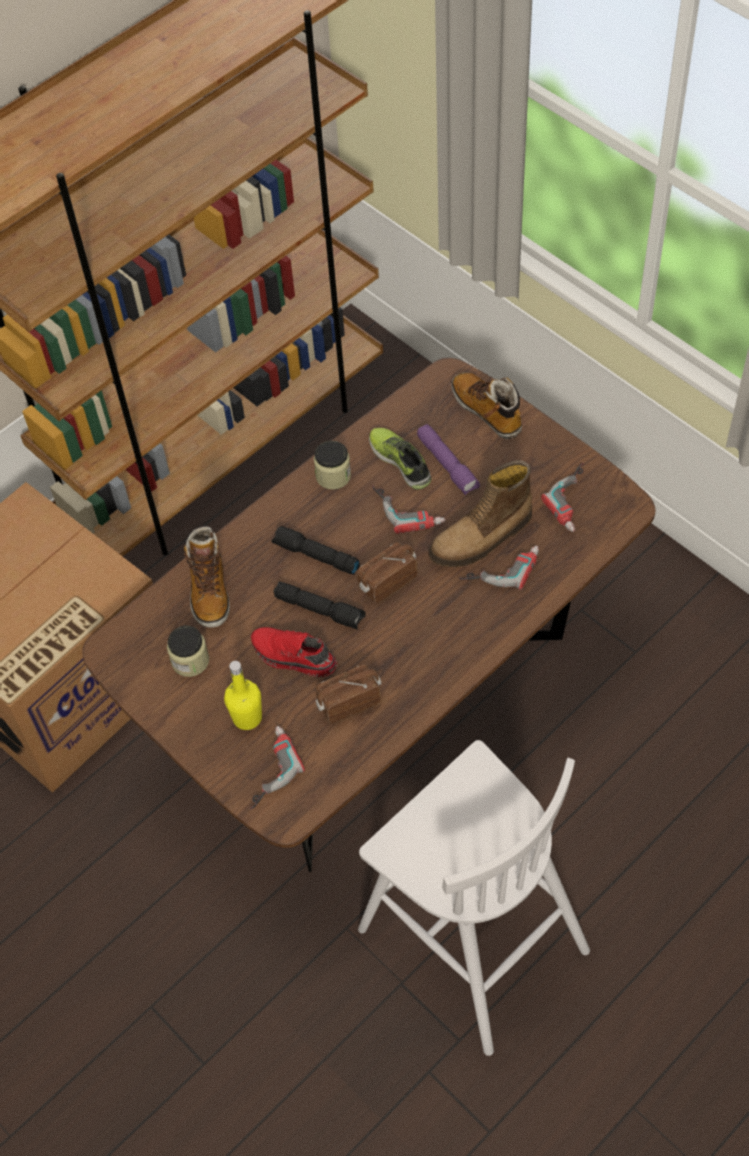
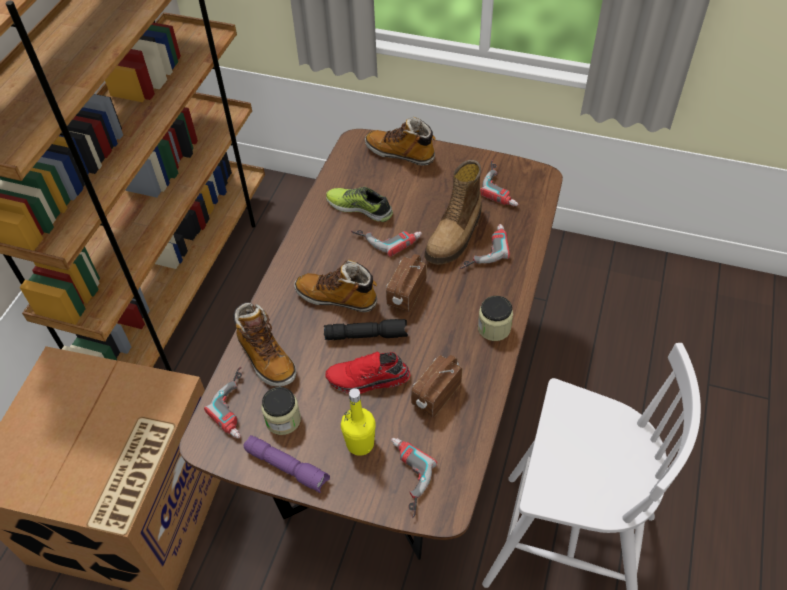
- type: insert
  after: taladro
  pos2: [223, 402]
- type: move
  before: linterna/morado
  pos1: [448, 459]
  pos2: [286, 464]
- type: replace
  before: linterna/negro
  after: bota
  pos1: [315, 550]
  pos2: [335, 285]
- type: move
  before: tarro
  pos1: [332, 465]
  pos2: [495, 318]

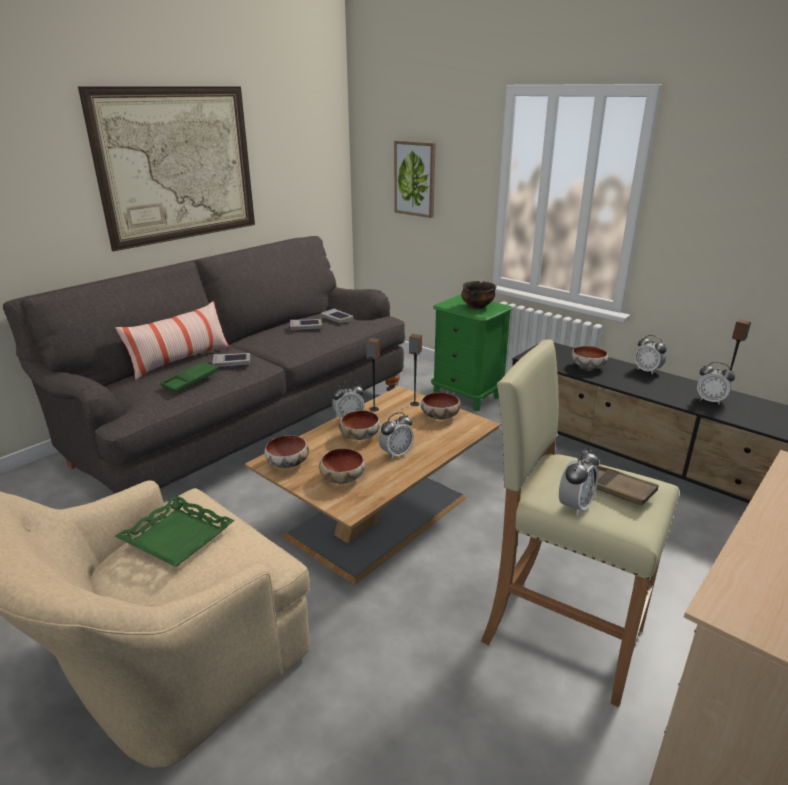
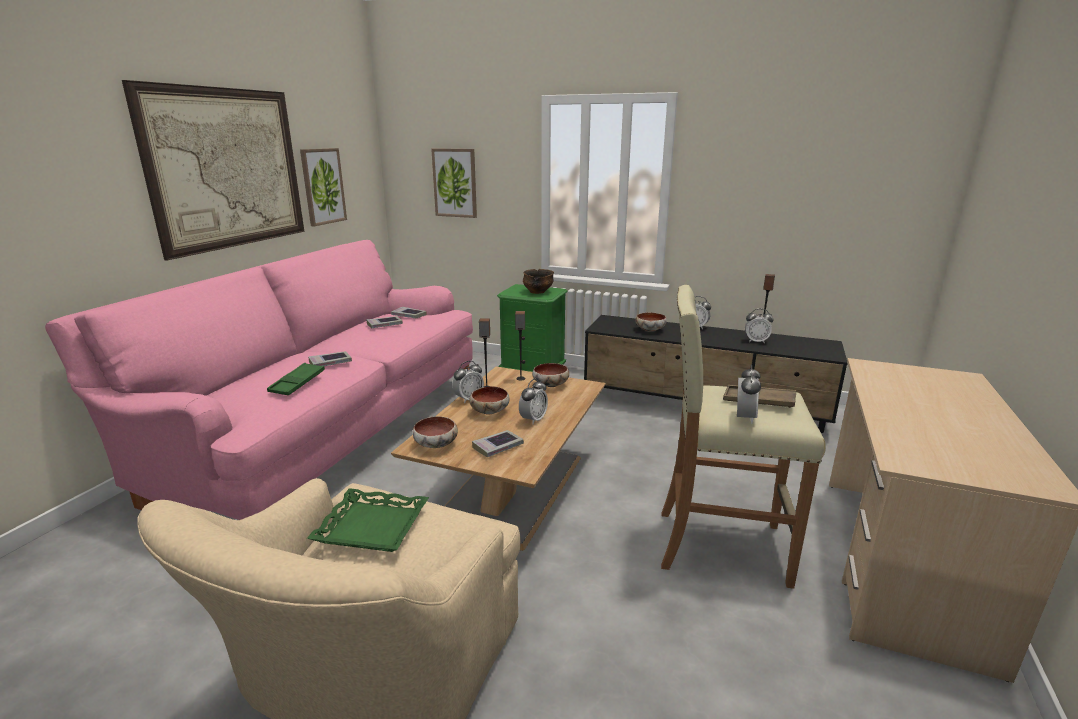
- type: recolor
  before: sofá/gris
  after: sofá/rosa
  pos1: [204, 365]
  pos2: [259, 380]
- type: insert
  after: cuadro
  pos2: [323, 187]
- type: replace
  before: cuenco
  after: libro
  pos1: [342, 466]
  pos2: [498, 443]
- type: delete
  before: cojín
  pos1: [172, 340]

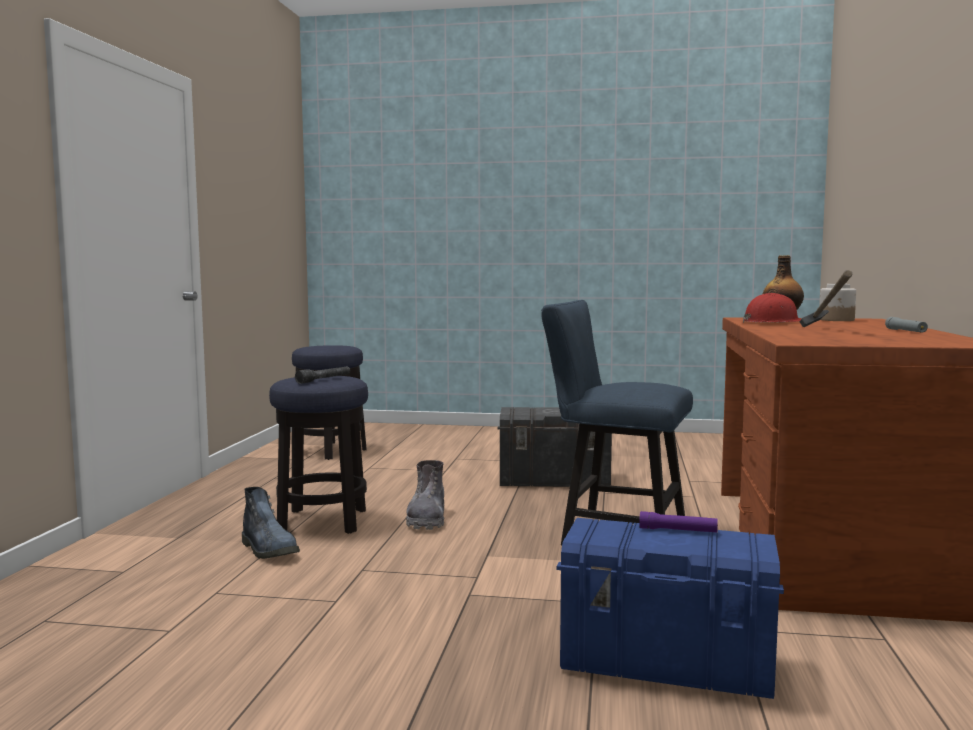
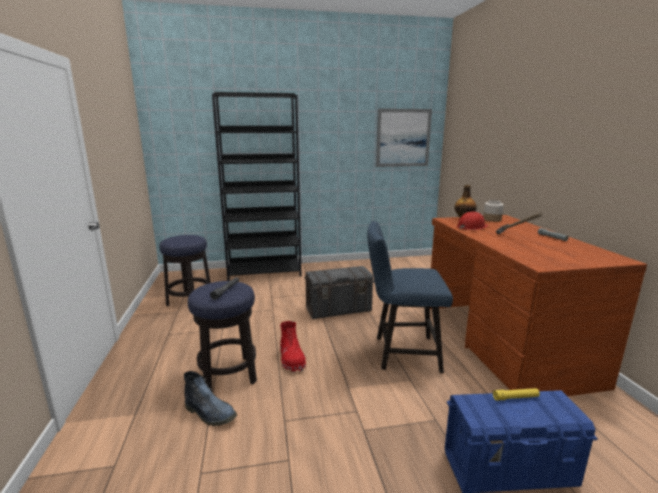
- type: insert
  after: estantería/negro
  pos2: [256, 186]
- type: recolor
  before: bota/gris
  after: bota/rojo
  pos1: [425, 495]
  pos2: [293, 346]
- type: insert
  after: cuadro
  pos2: [404, 137]
- type: recolor
  before: linterna/morado
  after: linterna/amarillo
  pos1: [678, 521]
  pos2: [516, 394]

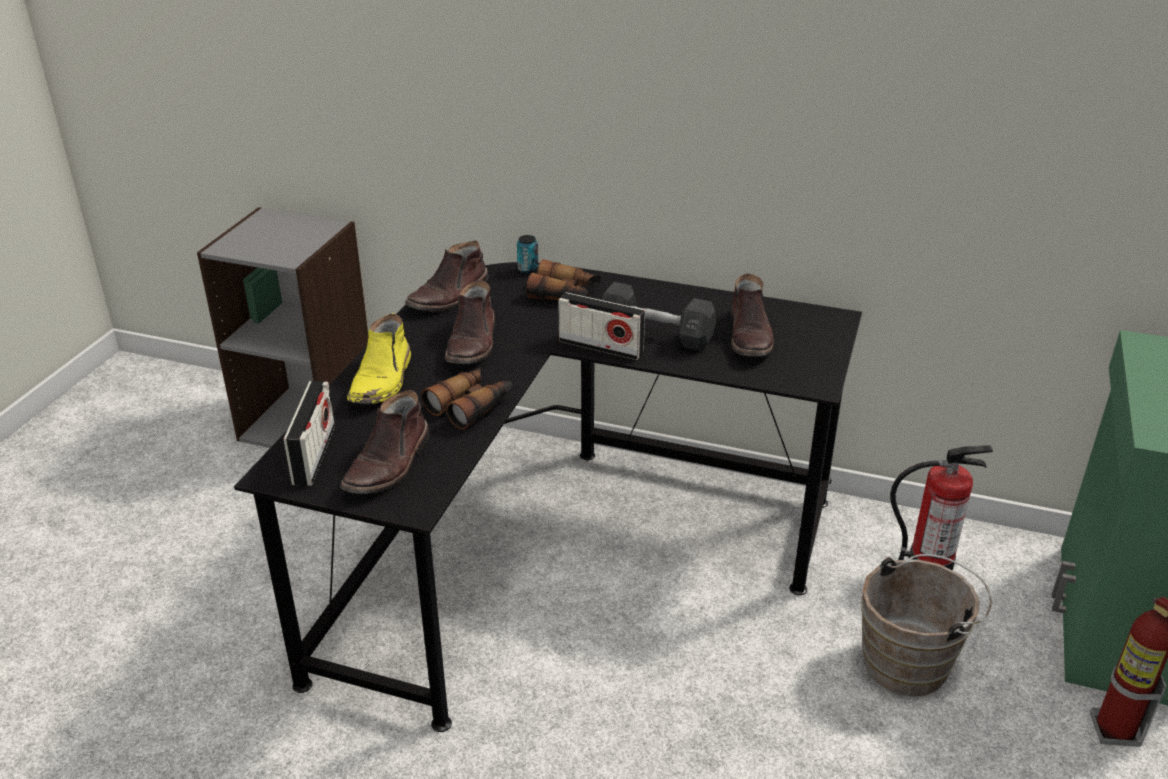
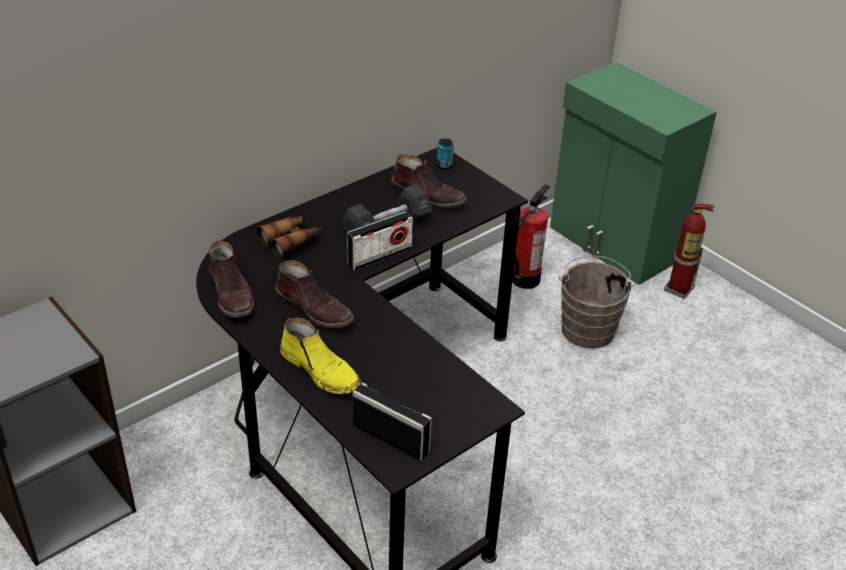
- type: move
  before: lata
  pos1: [527, 255]
  pos2: [445, 154]
- type: delete
  before: bota/marrón
  pos1: [384, 442]
- type: delete
  before: prismáticos
  pos1: [466, 398]

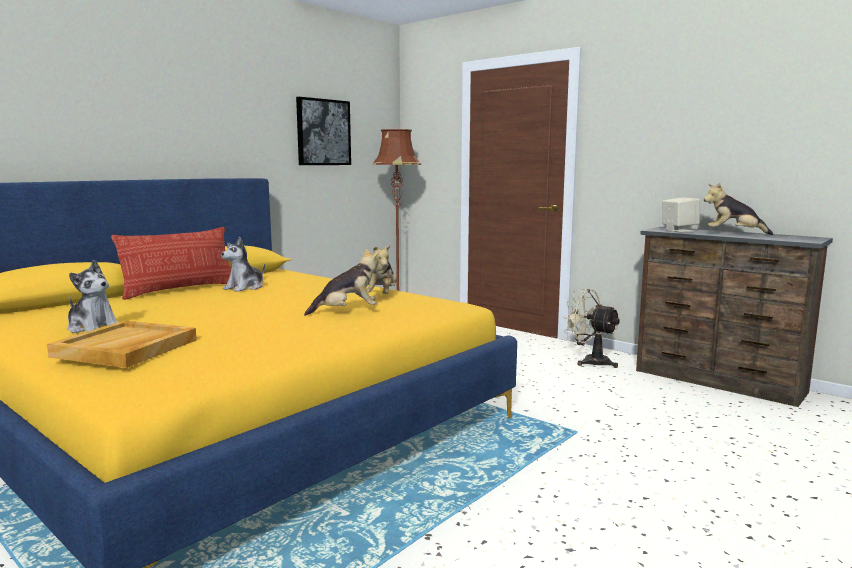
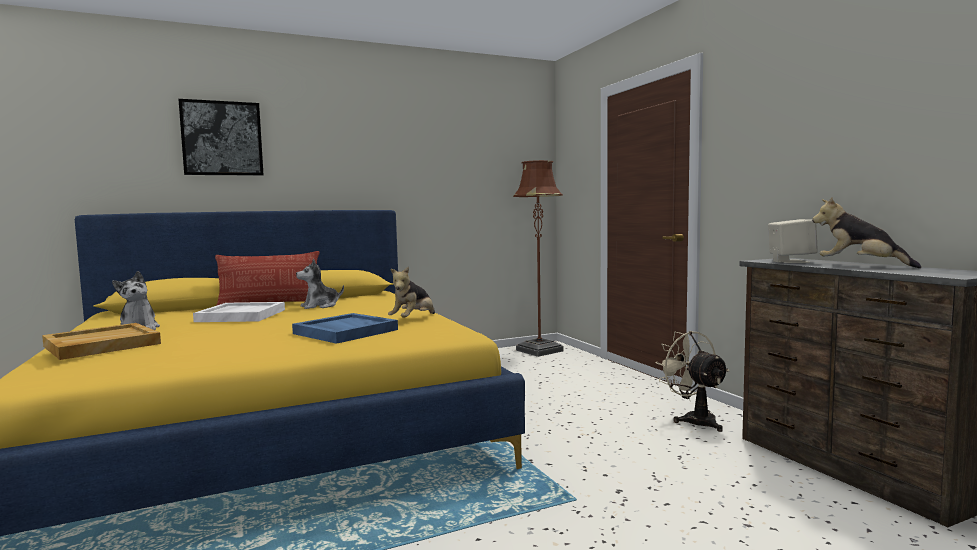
- type: move
  before: cuadro
  pos1: [323, 131]
  pos2: [221, 137]
- type: insert
  after: bandeja/blanco
  pos2: [239, 312]
- type: replace
  before: peluche
  after: bandeja/azul
  pos1: [343, 282]
  pos2: [345, 328]

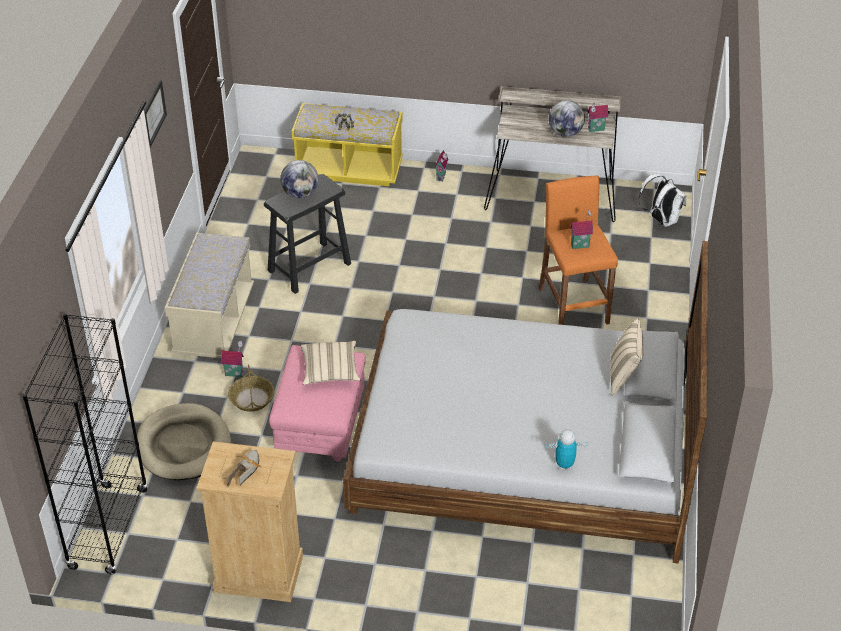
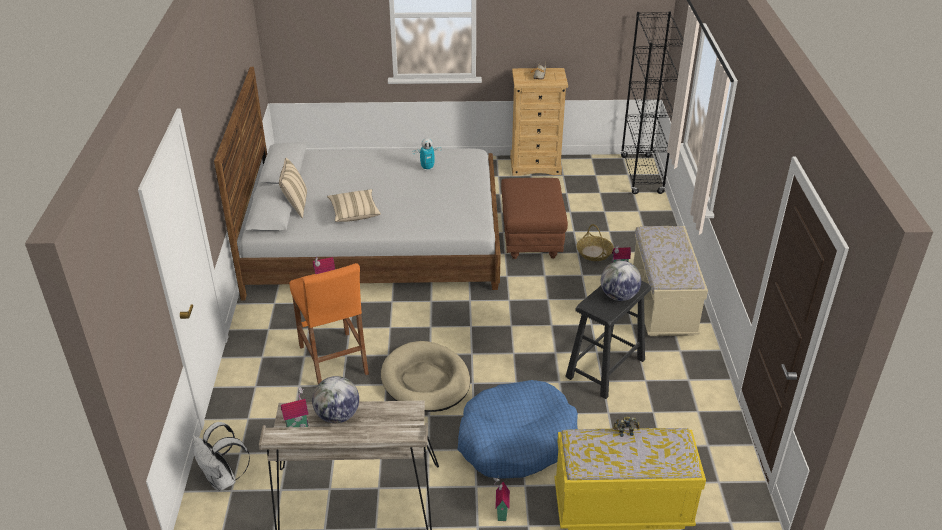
- type: move
  before: cojín/beis
  pos1: [330, 363]
  pos2: [354, 205]
- type: move
  before: cama para perro/beis
  pos1: [184, 441]
  pos2: [425, 376]
- type: move
  before: robot de juguete
  pos1: [567, 449]
  pos2: [428, 154]
- type: insert
  after: cama para perro/azul
  pos2: [518, 429]
- type: recolor
  before: puf/rosa
  after: puf/marrón
  pos1: [317, 403]
  pos2: [534, 218]
- type: delete
  before: cuadro
  pos1: [155, 114]

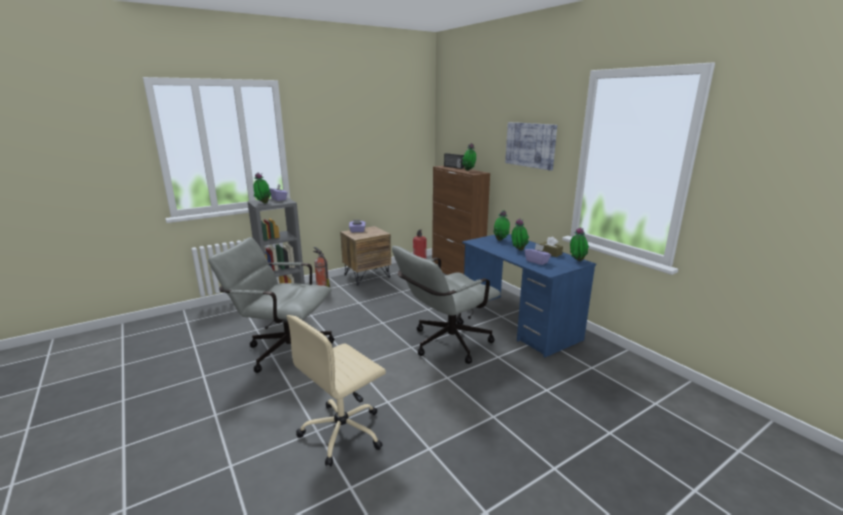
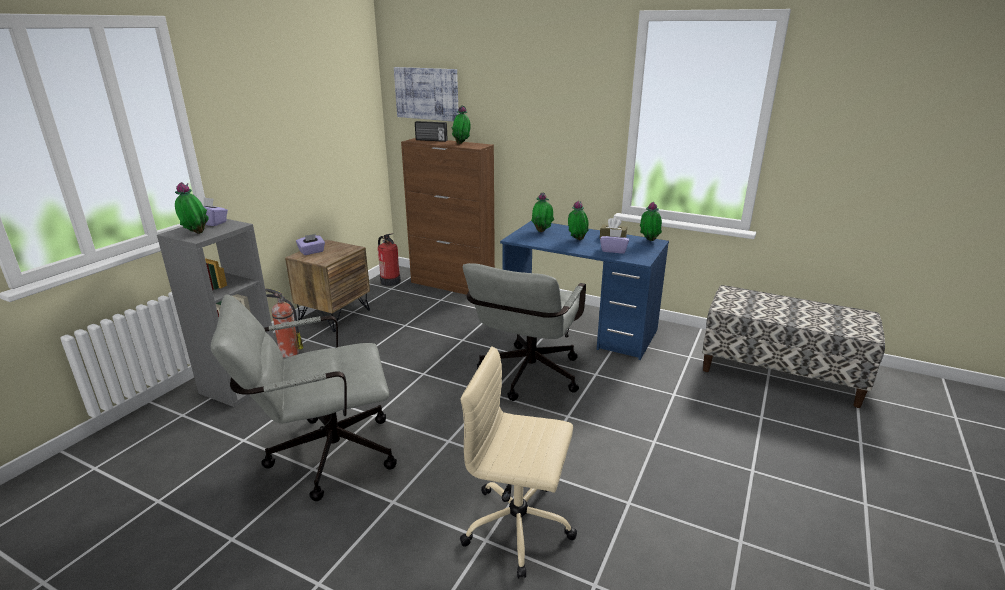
- type: move
  before: cuadro
  pos1: [531, 146]
  pos2: [426, 94]
- type: rotate
  before: silla de oficina/beis
  pos1: [336, 390]
  pos2: [518, 462]
  turn: 90
- type: insert
  after: banco
  pos2: [793, 346]

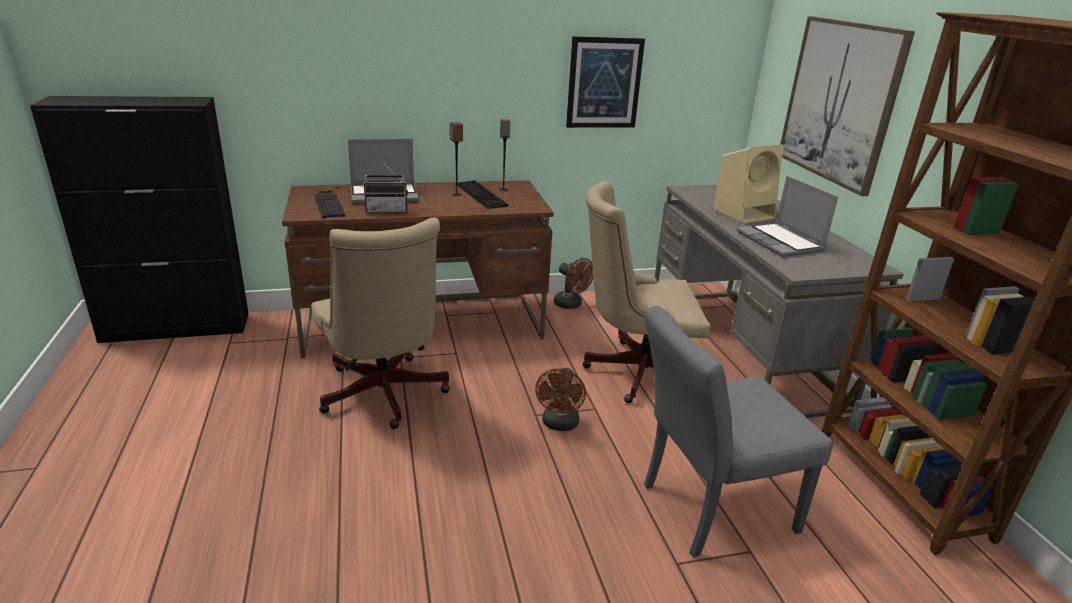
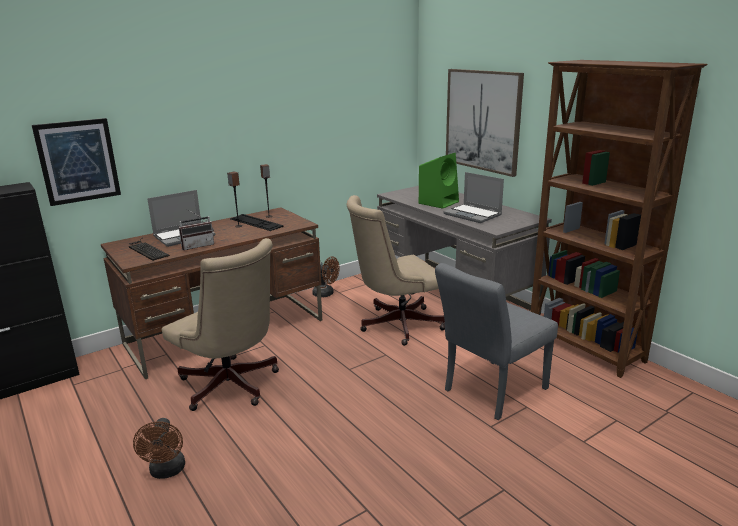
- type: move
  before: cuadro
  pos1: [605, 82]
  pos2: [76, 162]
- type: move
  before: ventilador/marrón
  pos1: [560, 399]
  pos2: [159, 448]
- type: recolor
  before: altavoz/beis
  after: altavoz/verde
  pos1: [748, 184]
  pos2: [439, 181]

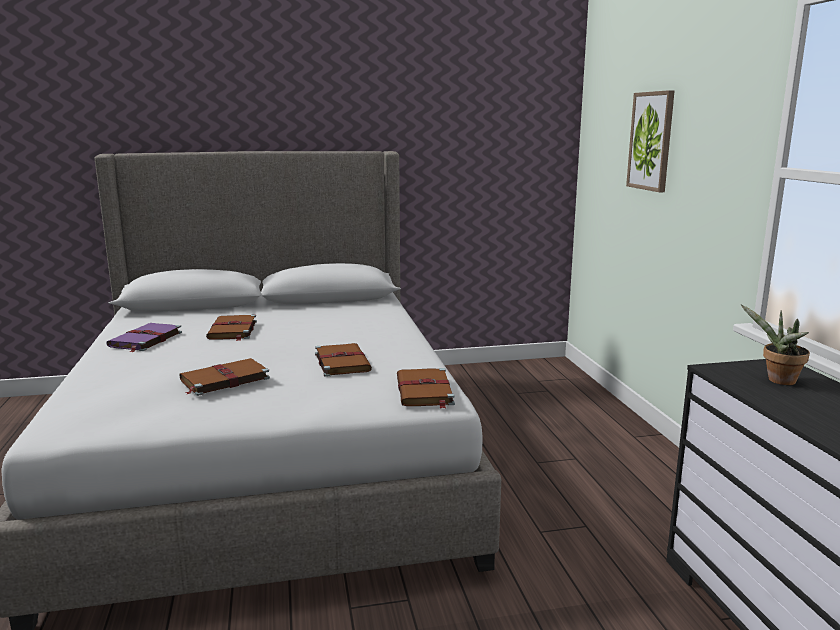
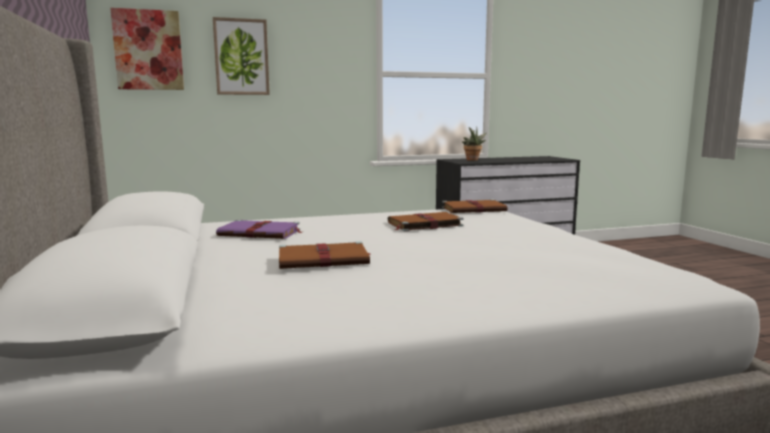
- type: insert
  after: cuadro
  pos2: [147, 49]
- type: move
  before: libro/morado
  pos1: [144, 337]
  pos2: [258, 229]
- type: delete
  before: libro/marrón
  pos1: [224, 377]

